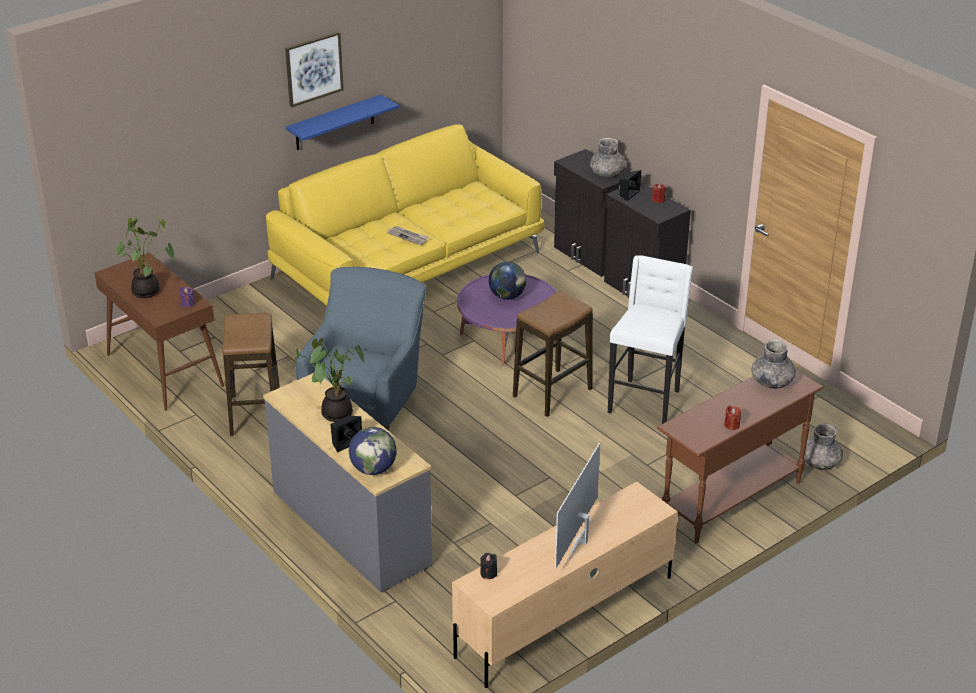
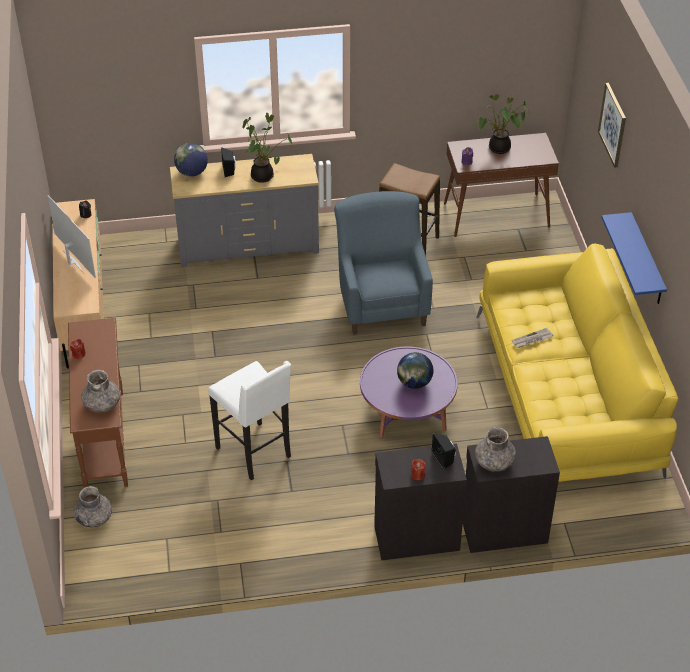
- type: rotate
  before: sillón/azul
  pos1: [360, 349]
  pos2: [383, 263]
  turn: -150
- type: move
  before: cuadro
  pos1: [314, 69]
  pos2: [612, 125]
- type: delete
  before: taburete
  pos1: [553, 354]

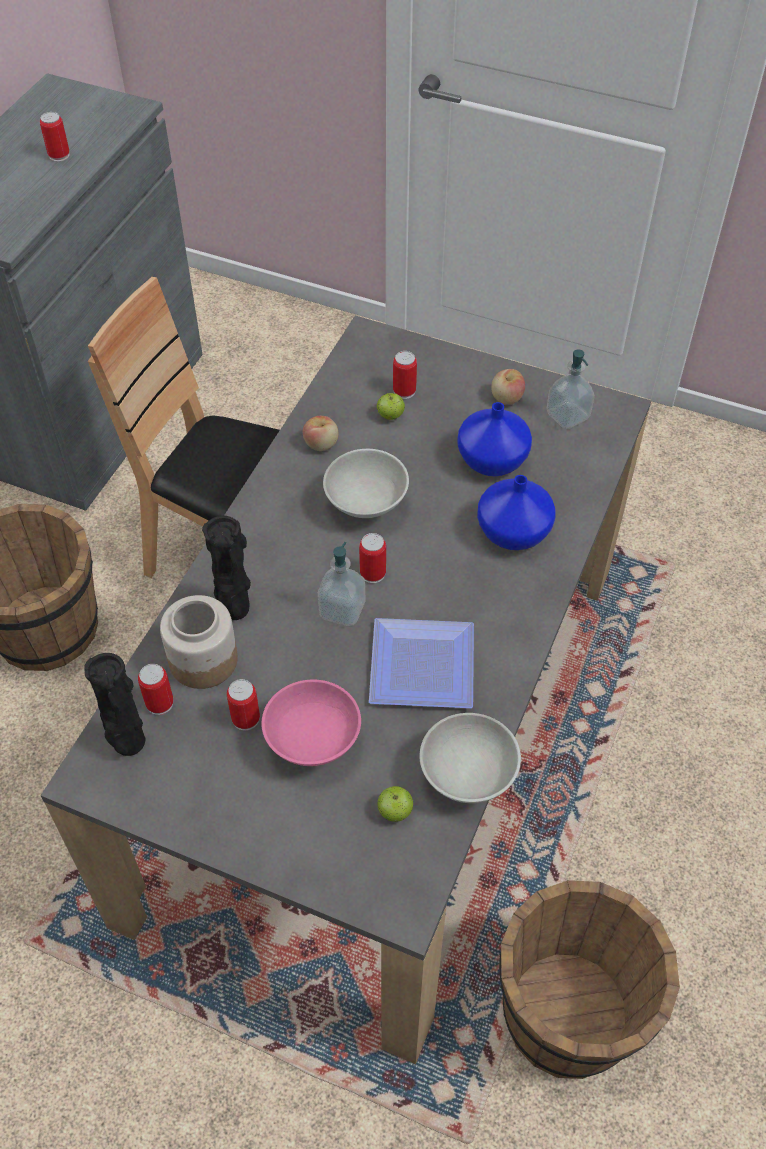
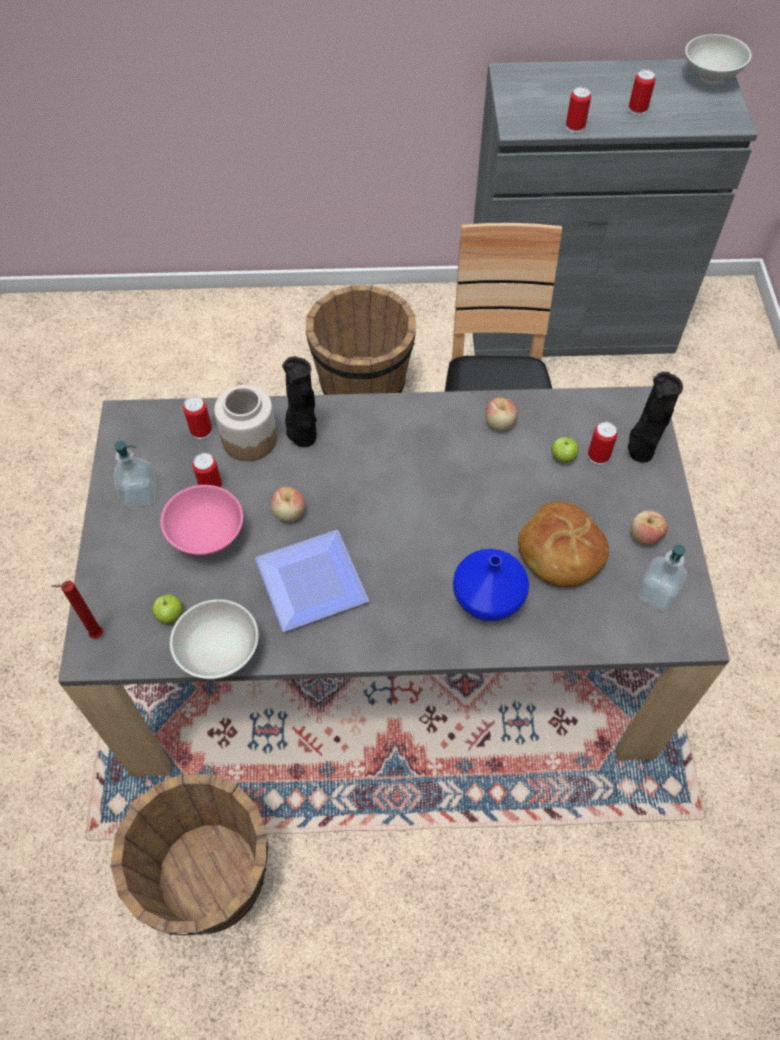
- type: insert
  after: vela/rojo
  pos2: [77, 610]
- type: move
  before: dispensador de jabón
  pos1: [341, 584]
  pos2: [135, 474]
- type: insert
  after: manzana
  pos2: [288, 504]
- type: replace
  before: florero/azul
  after: pan
  pos1: [494, 439]
  pos2: [563, 544]
- type: move
  before: lata
  pos1: [372, 558]
  pos2: [578, 110]
- type: move
  before: florero/negro
  pos1: [115, 704]
  pos2: [655, 417]
- type: move
  before: cuenco/blanco
  pos1: [366, 483]
  pos2: [718, 60]

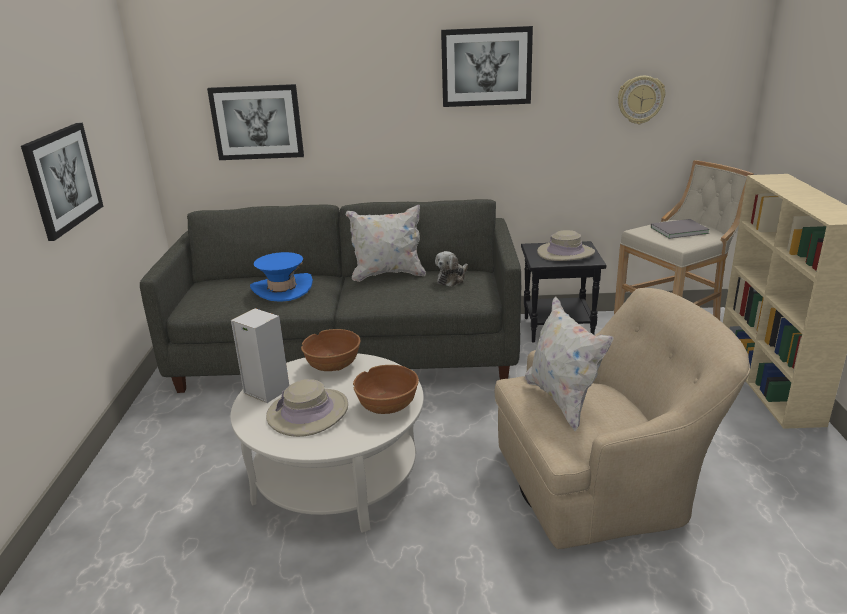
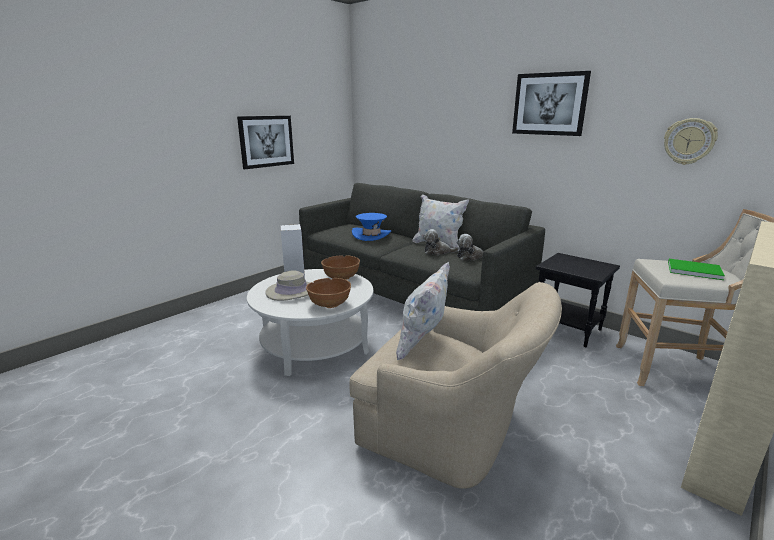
- type: insert
  after: peluche
  pos2: [441, 242]
- type: recolor
  before: libro/gris
  after: libro/verde
  pos1: [680, 229]
  pos2: [696, 269]
- type: delete
  before: cuadro
  pos1: [255, 122]
- type: delete
  before: sombrero/beis
  pos1: [566, 245]

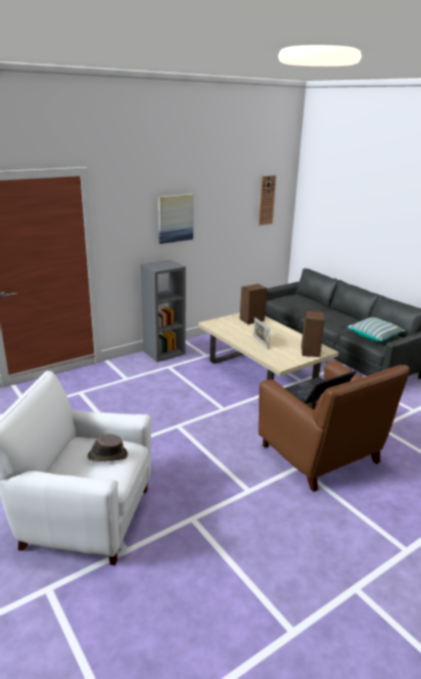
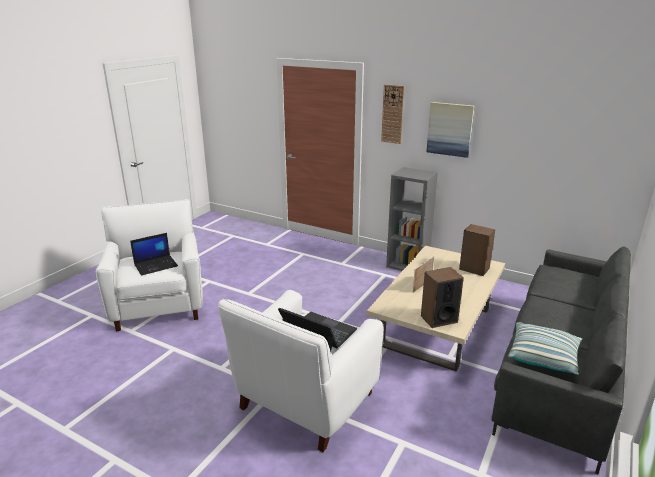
- type: replace
  before: sombrero/marrón
  after: portátil
  pos1: [107, 448]
  pos2: [154, 254]
- type: recolor
  before: sillón/marrón
  after: sillón/blanco
  pos1: [334, 426]
  pos2: [301, 371]
- type: move
  before: reloj de pared
  pos1: [267, 200]
  pos2: [393, 114]

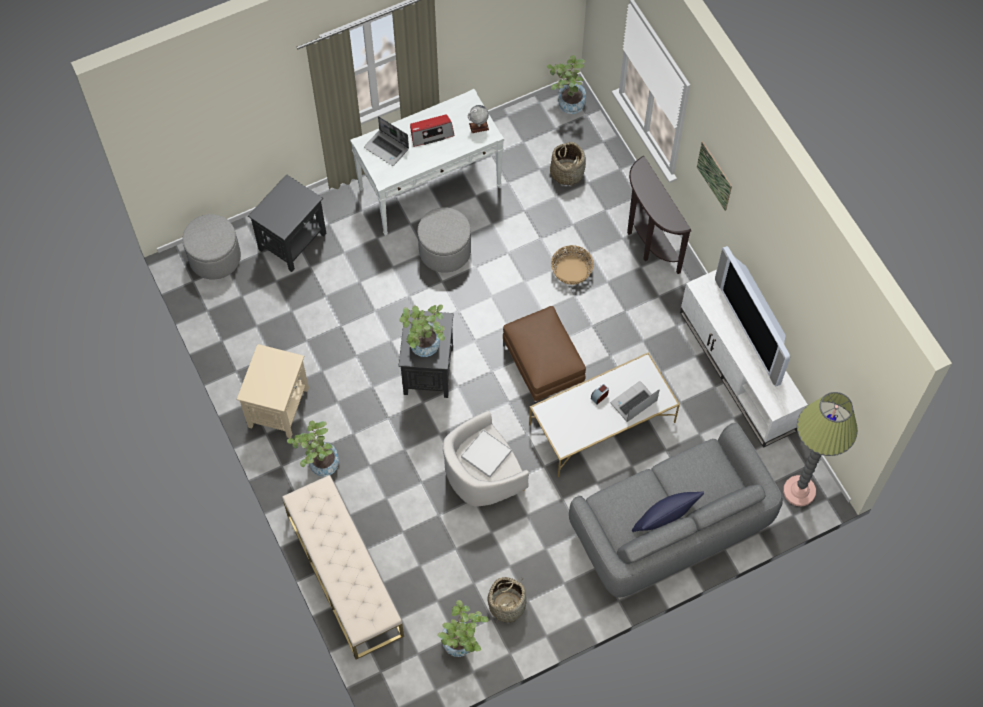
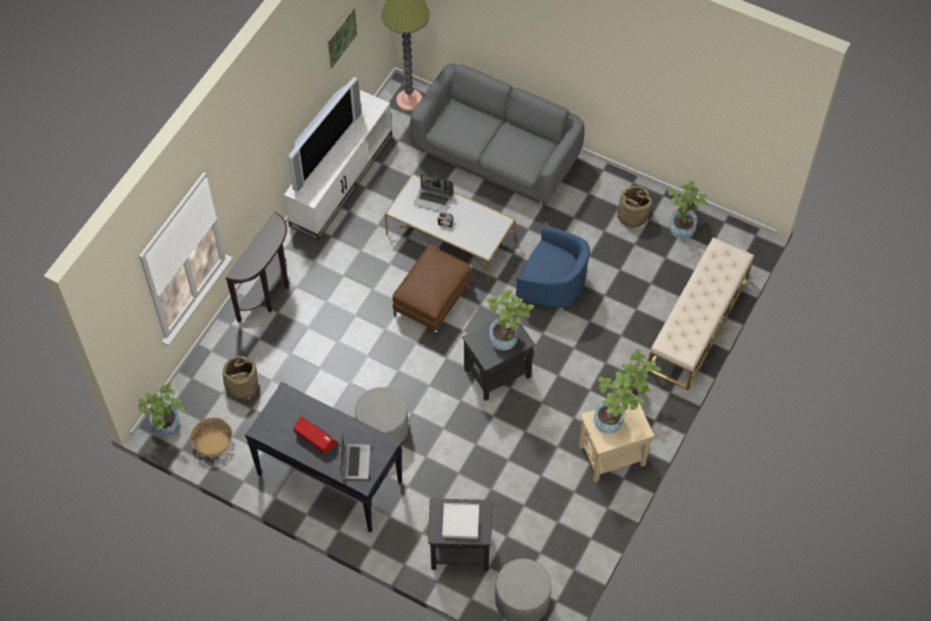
- type: move
  before: cesta
  pos1: [572, 265]
  pos2: [211, 437]
- type: recolor
  before: mesa consola/blanco
  after: mesa consola/negro
  pos1: [427, 162]
  pos2: [324, 457]
- type: move
  before: cuadro
  pos1: [714, 176]
  pos2: [342, 38]
- type: move
  before: bandeja/blanco
  pos1: [486, 453]
  pos2: [460, 521]
- type: recolor
  before: sillón/blanco
  after: sillón/azul
  pos1: [486, 459]
  pos2: [553, 268]
- type: insert
  after: planta en maceta
  pos2: [619, 404]
- type: delete
  before: globo terráqueo
  pos1: [478, 119]
- type: delete
  before: cojín/azul
  pos1: [668, 511]

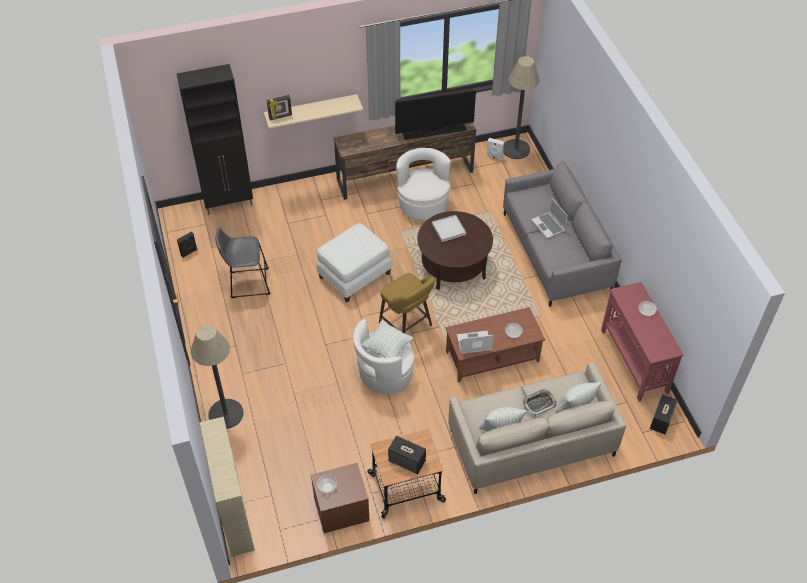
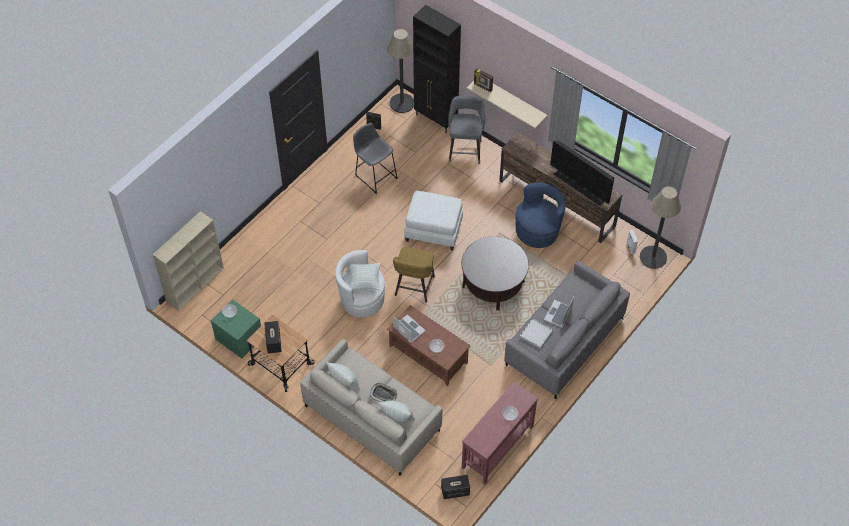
- type: recolor
  before: mesita de noche/marrón
  after: mesita de noche/verde
  pos1: [340, 498]
  pos2: [236, 329]
- type: move
  before: lámpara de pie
  pos1: [217, 376]
  pos2: [400, 71]
- type: insert
  after: taburete/gris
  pos2: [466, 129]
- type: recolor
  before: sillón/blanco
  after: sillón/azul
  pos1: [423, 184]
  pos2: [540, 215]
- type: move
  before: bandeja/blanco
  pos1: [449, 228]
  pos2: [536, 333]

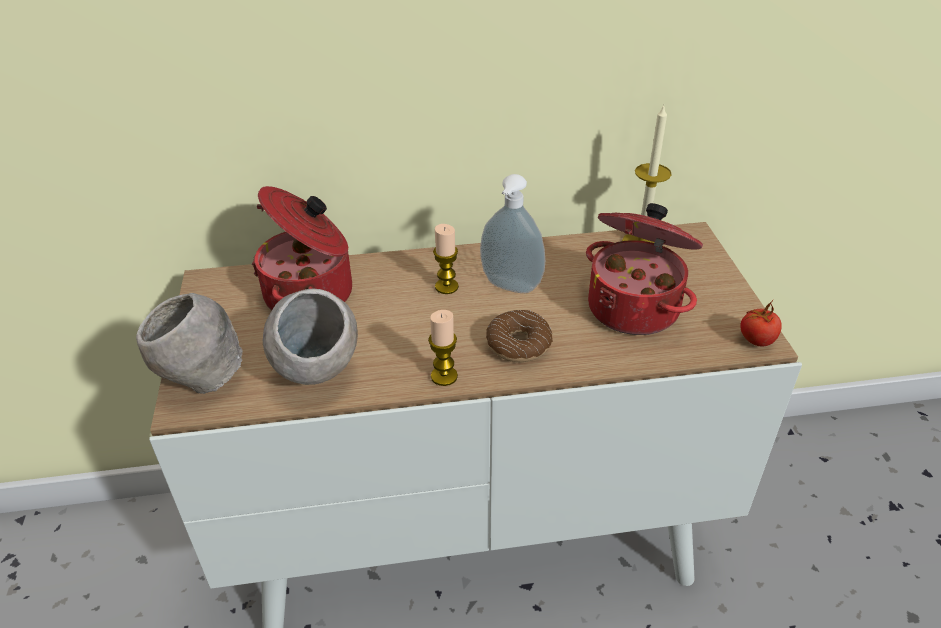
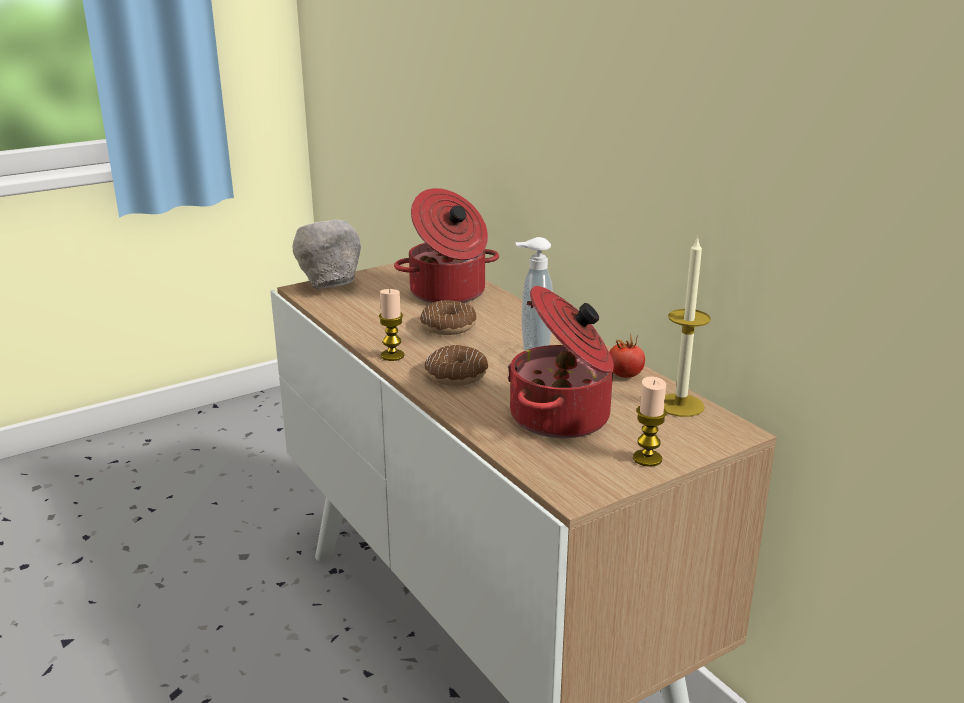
- type: insert
  after: rosquilla
  pos2: [448, 317]
- type: move
  before: tomate
  pos1: [761, 323]
  pos2: [627, 356]
- type: move
  before: vela
  pos1: [446, 259]
  pos2: [650, 422]
- type: delete
  before: cuenco/gris
  pos1: [310, 337]

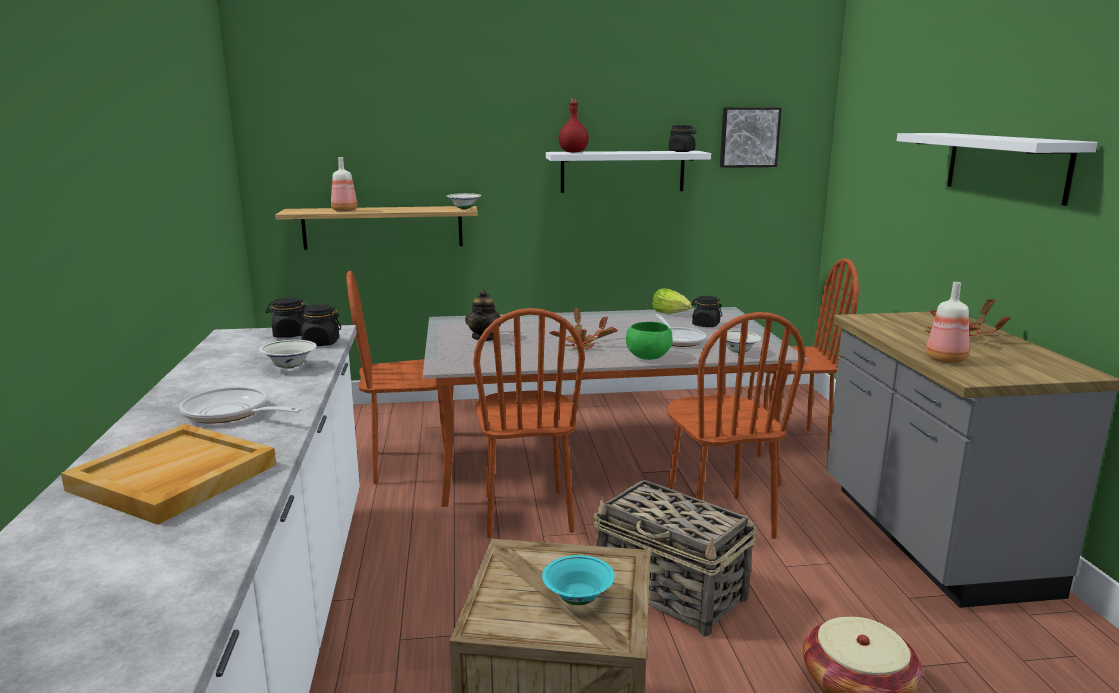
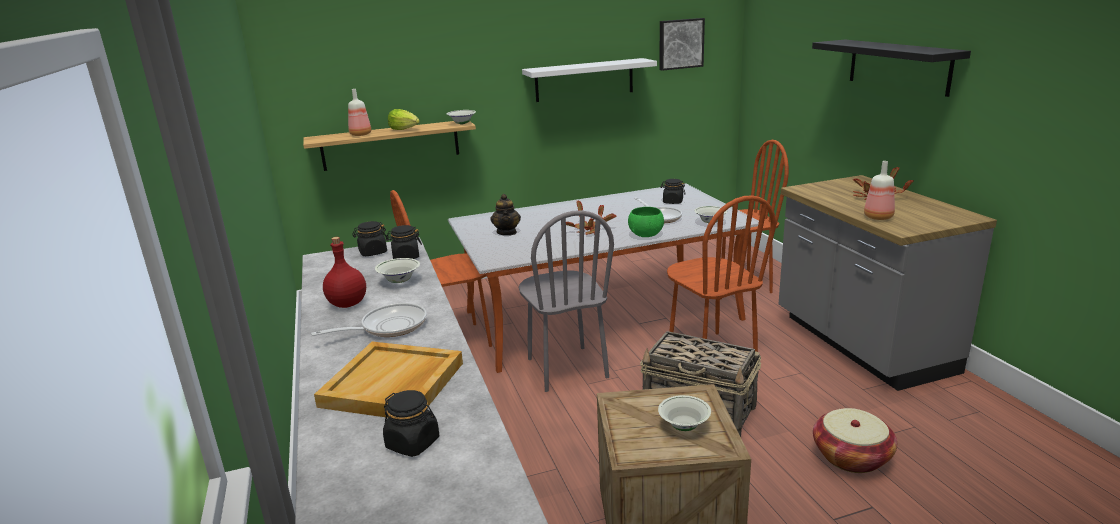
- type: rotate
  before: sartén
  pos1: [241, 405]
  pos2: [369, 320]
  turn: 135
- type: move
  before: botella/rojo
  pos1: [574, 125]
  pos2: [344, 272]
- type: move
  before: tarro/negro
  pos1: [682, 138]
  pos2: [411, 423]
- type: move
  before: lechuga
  pos1: [672, 301]
  pos2: [404, 119]
- type: recolor
  before: silla/marrón
  after: silla/gris
  pos1: [529, 423]
  pos2: [566, 301]
- type: recolor
  before: cuenco/turquesa
  after: cuenco/blanco
  pos1: [578, 580]
  pos2: [684, 413]
- type: recolor
  before: estante/blanco
  after: estante/negro
  pos1: [997, 169]
  pos2: [891, 68]

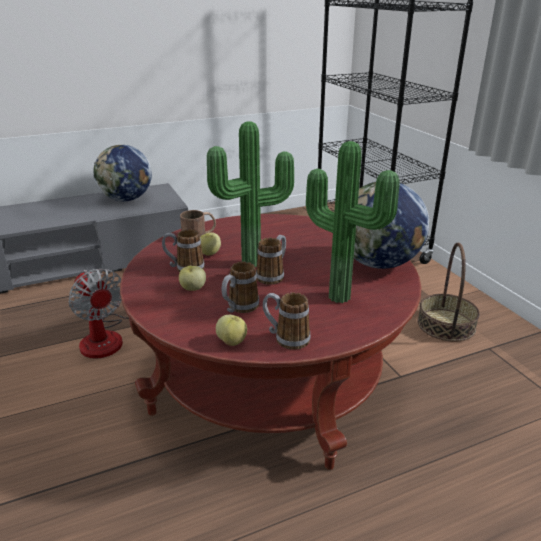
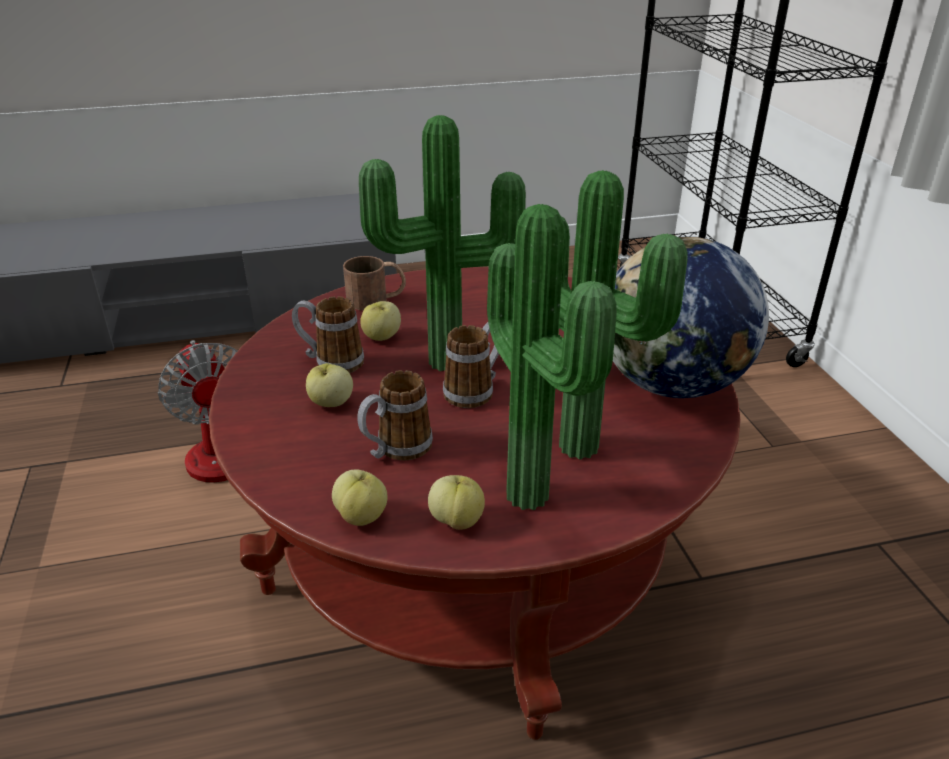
- type: replace
  before: taza grande
  after: manzana
  pos1: [287, 321]
  pos2: [456, 502]
- type: insert
  after: planta en maceta
  pos2: [552, 357]
- type: delete
  before: globo terráqueo
  pos1: [122, 173]
- type: delete
  before: cesta
  pos1: [448, 292]

